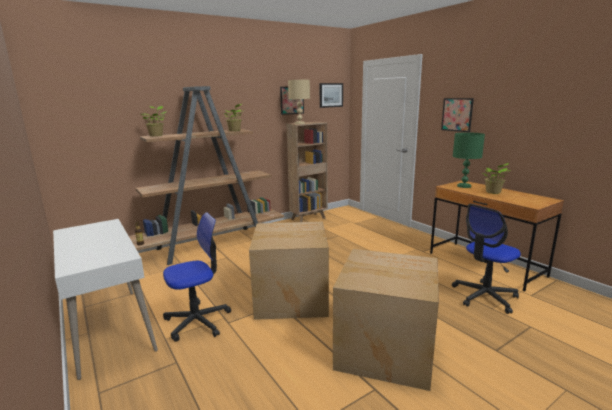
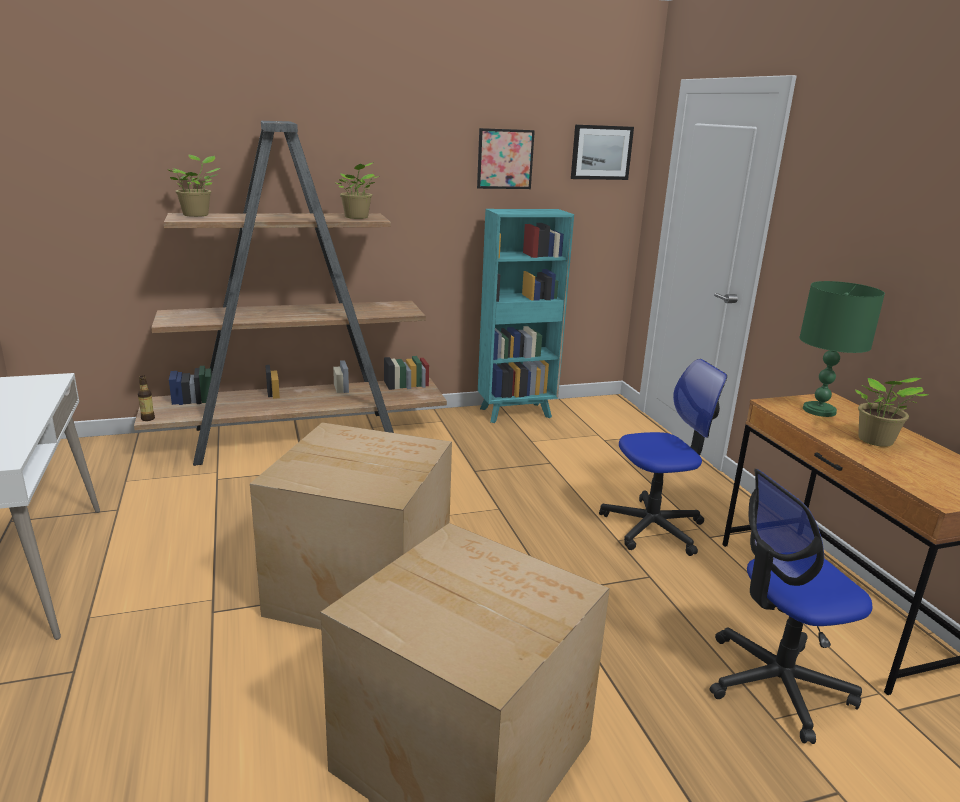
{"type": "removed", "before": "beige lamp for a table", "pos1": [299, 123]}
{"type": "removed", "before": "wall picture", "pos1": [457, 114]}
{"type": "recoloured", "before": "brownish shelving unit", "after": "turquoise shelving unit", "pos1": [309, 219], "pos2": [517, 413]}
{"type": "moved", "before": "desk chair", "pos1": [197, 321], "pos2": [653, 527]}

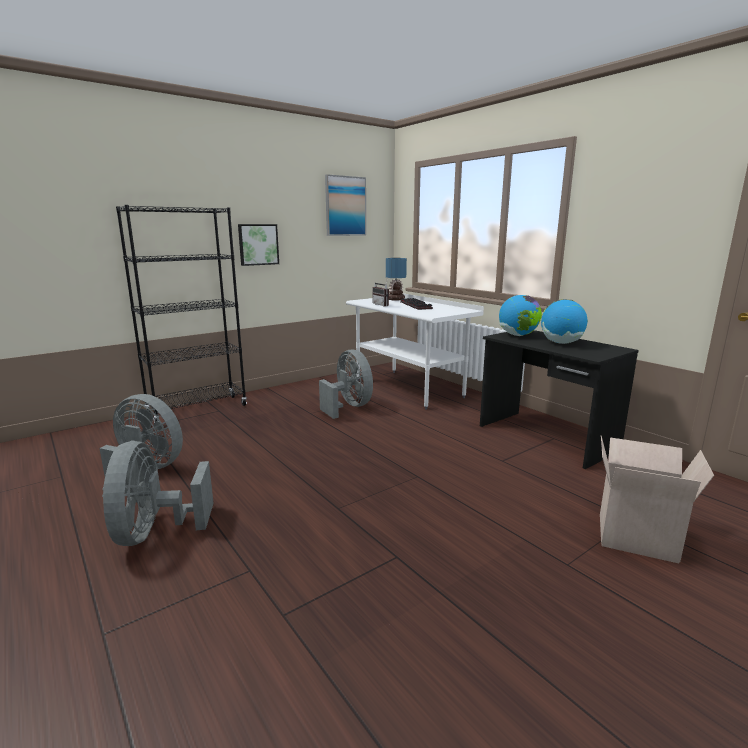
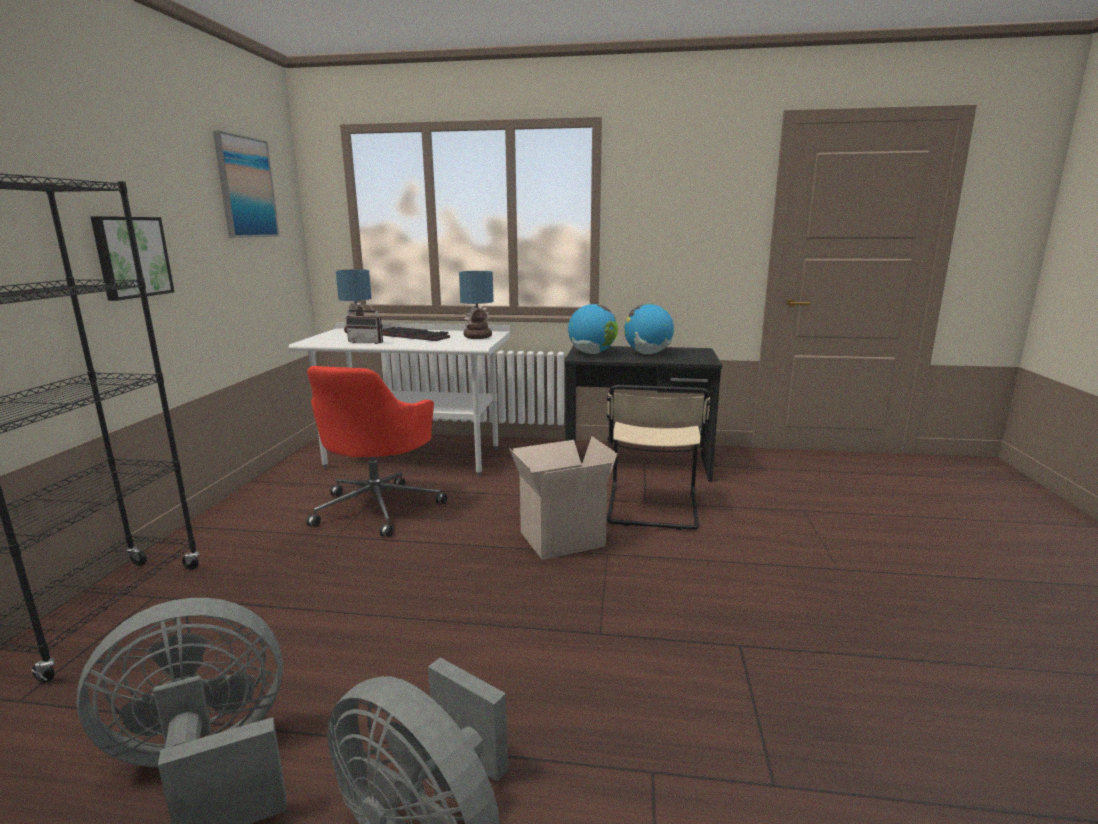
{"type": "replaced", "before": "grey cooling fan", "after": "red desk chair", "pos1": [348, 407], "pos2": [379, 507]}
{"type": "moved", "before": "packing box", "pos1": [637, 536], "pos2": [562, 538]}
{"type": "added", "after": "lamp for a table", "pos2": [478, 337]}
{"type": "added", "after": "beige chair", "pos2": [652, 509]}

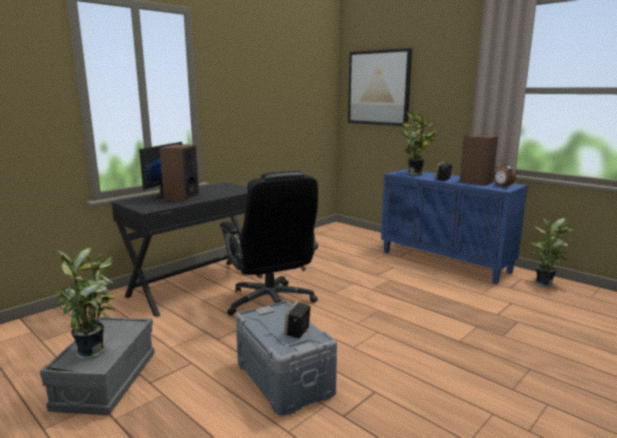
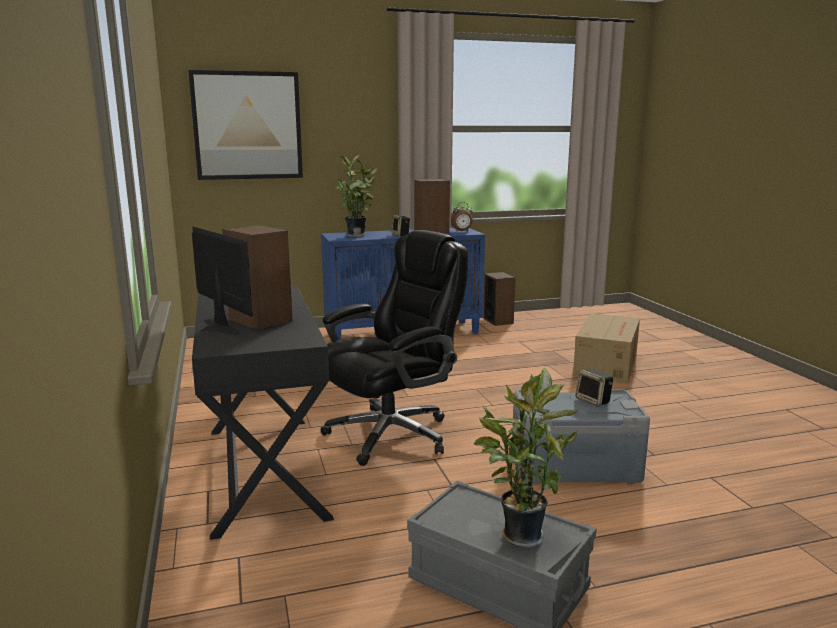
{"type": "turned", "before": "black-coloured desk chair", "pos1": [271, 303], "pos2": [392, 434], "turn": -45}
{"type": "replaced", "before": "plant in a pot", "after": "audio speaker", "pos1": [544, 283], "pos2": [498, 321]}
{"type": "added", "after": "packing box", "pos2": [607, 364]}

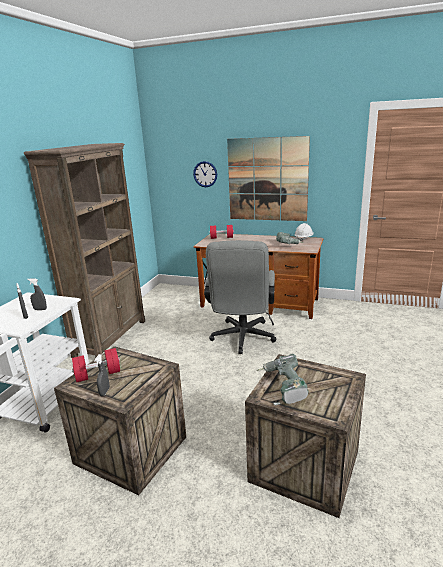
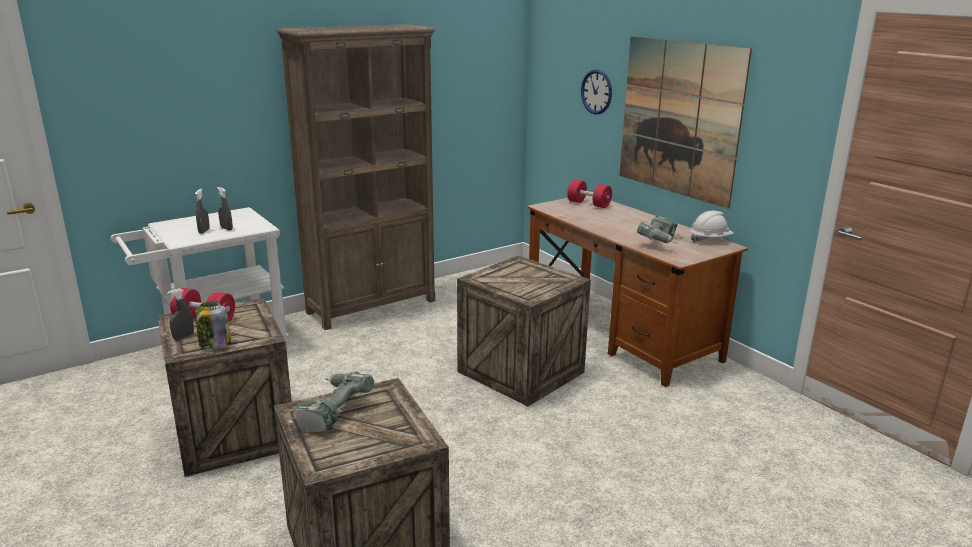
{"type": "replaced", "before": "grey desk chair", "after": "shipping crate", "pos1": [242, 339], "pos2": [519, 372]}
{"type": "added", "after": "preserve jar", "pos2": [214, 344]}

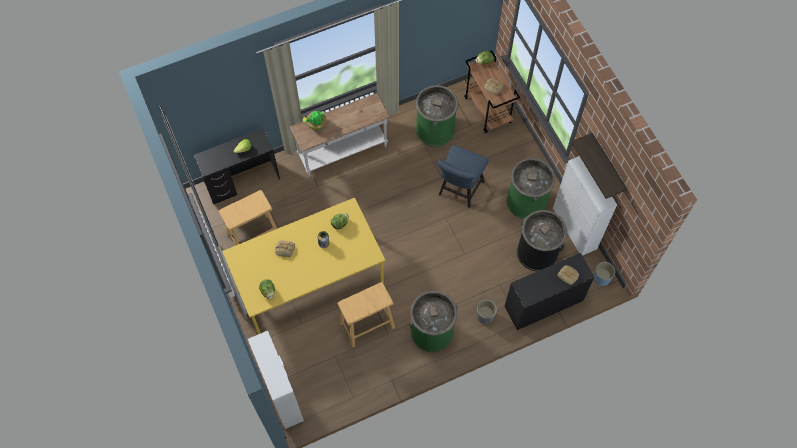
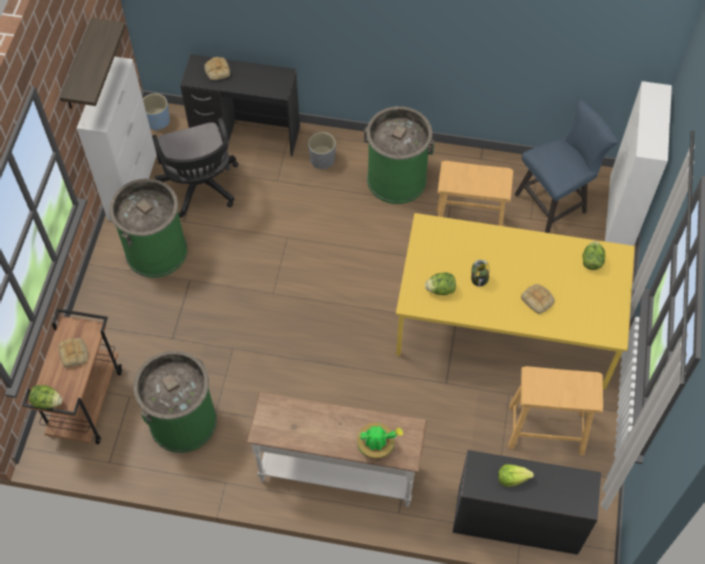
{"type": "moved", "before": "blue-coloured chair", "pos1": [459, 190], "pos2": [555, 202]}
{"type": "replaced", "before": "black-coloured trash can", "after": "black-coloured desk chair", "pos1": [537, 252], "pos2": [201, 188]}

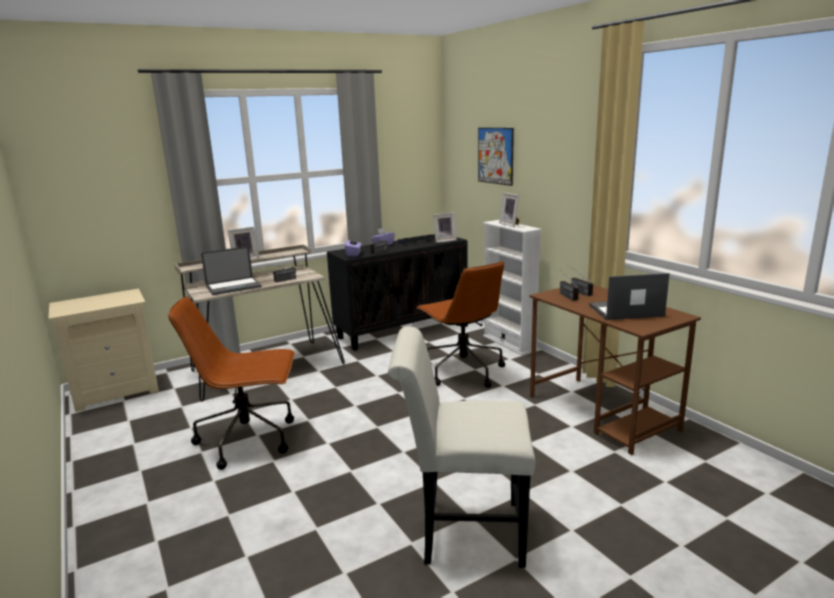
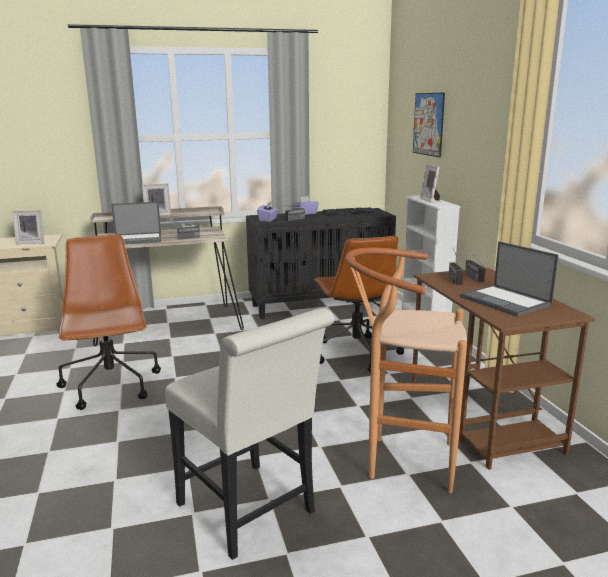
{"type": "moved", "before": "photo frame", "pos1": [444, 240], "pos2": [31, 242]}
{"type": "turned", "before": "laptop", "pos1": [625, 311], "pos2": [506, 301], "turn": -135}
{"type": "turned", "before": "brownish desk chair", "pos1": [249, 439], "pos2": [111, 386], "turn": 60}
{"type": "turned", "before": "white-coloured chair", "pos1": [463, 531], "pos2": [251, 513], "turn": -150}
{"type": "added", "after": "brownish stool seat", "pos2": [401, 461]}

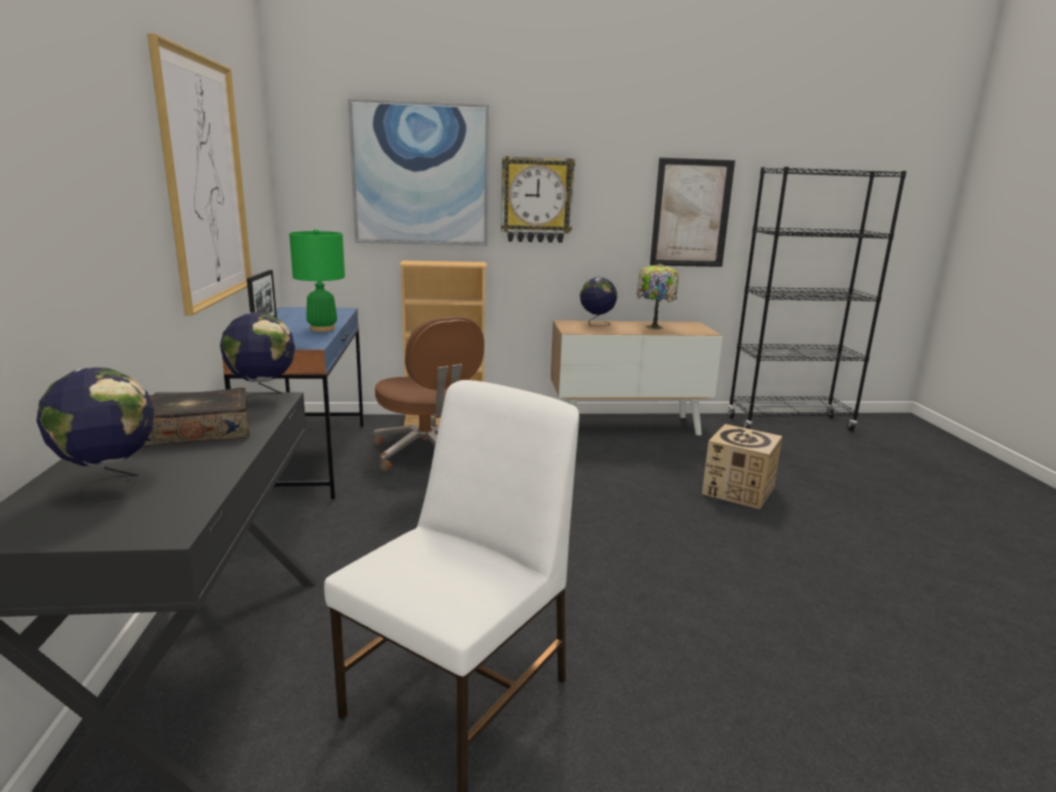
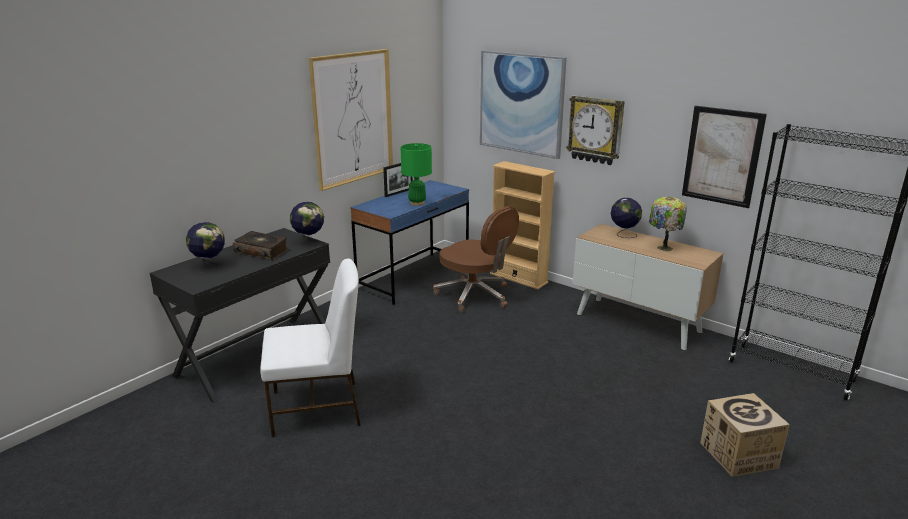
{"type": "turned", "before": "brownish desk chair", "pos1": [427, 453], "pos2": [475, 296], "turn": -60}
{"type": "moved", "before": "packing box", "pos1": [738, 491], "pos2": [738, 455]}

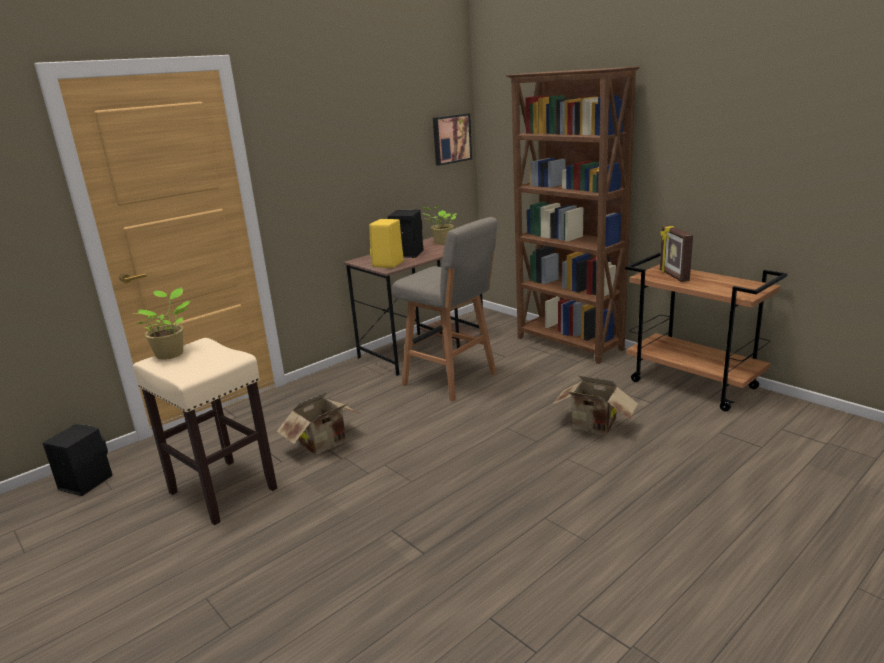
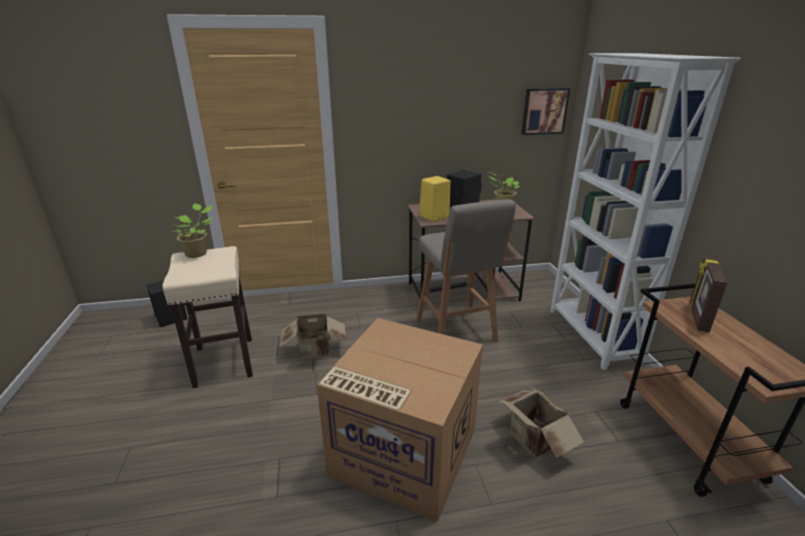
{"type": "recoloured", "before": "brownish shelving unit", "after": "white-coloured shelving unit", "pos1": [569, 344], "pos2": [592, 336]}
{"type": "added", "after": "packing box", "pos2": [402, 453]}

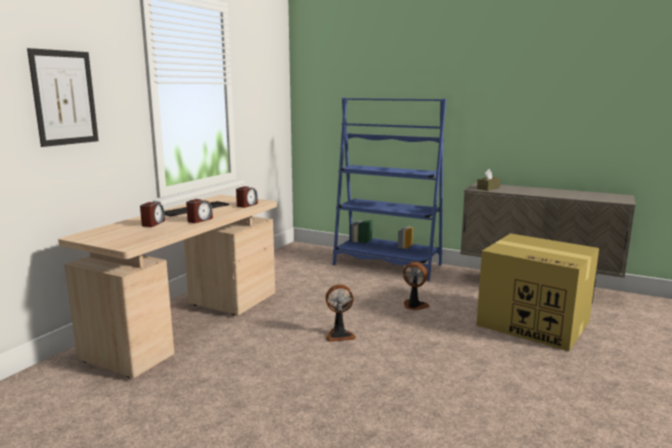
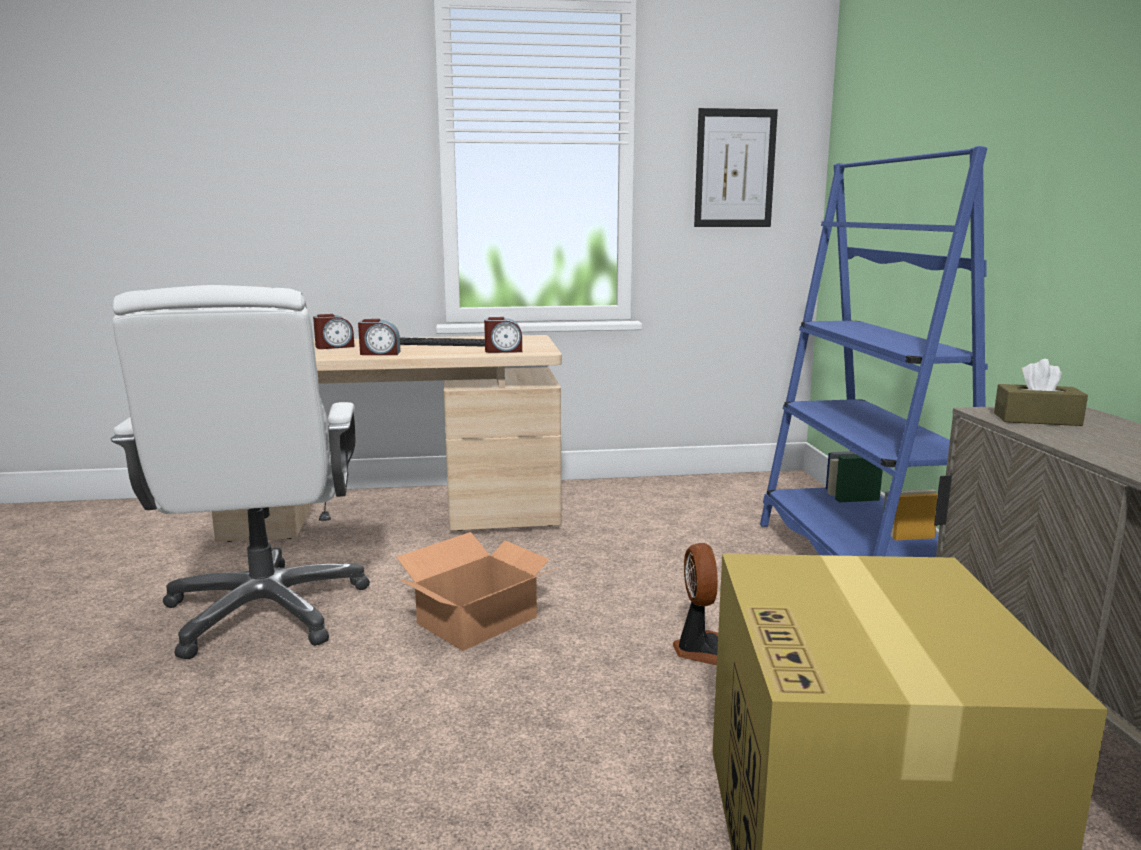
{"type": "moved", "before": "wall picture", "pos1": [64, 98], "pos2": [735, 168]}
{"type": "replaced", "before": "cooling fan", "after": "packing box", "pos1": [339, 335], "pos2": [479, 620]}
{"type": "added", "after": "white-coloured desk chair", "pos2": [265, 611]}

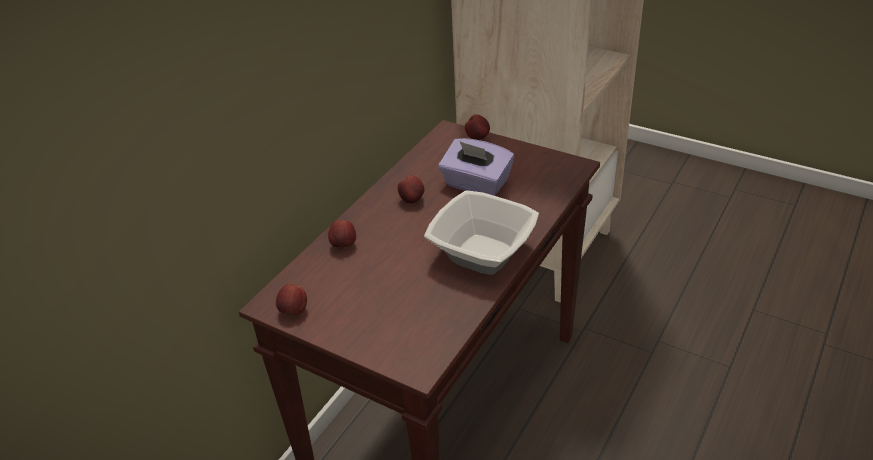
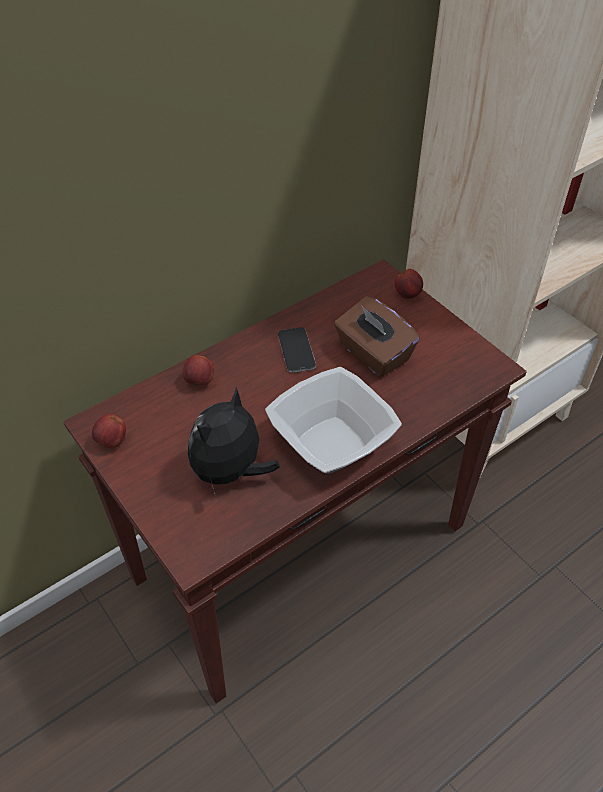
{"type": "recoloured", "before": "purplish tissue box", "after": "brownish tissue box", "pos1": [476, 184], "pos2": [373, 354]}
{"type": "replaced", "before": "whole apple", "after": "phone", "pos1": [412, 200], "pos2": [296, 351]}
{"type": "added", "after": "plush toy", "pos2": [230, 472]}

